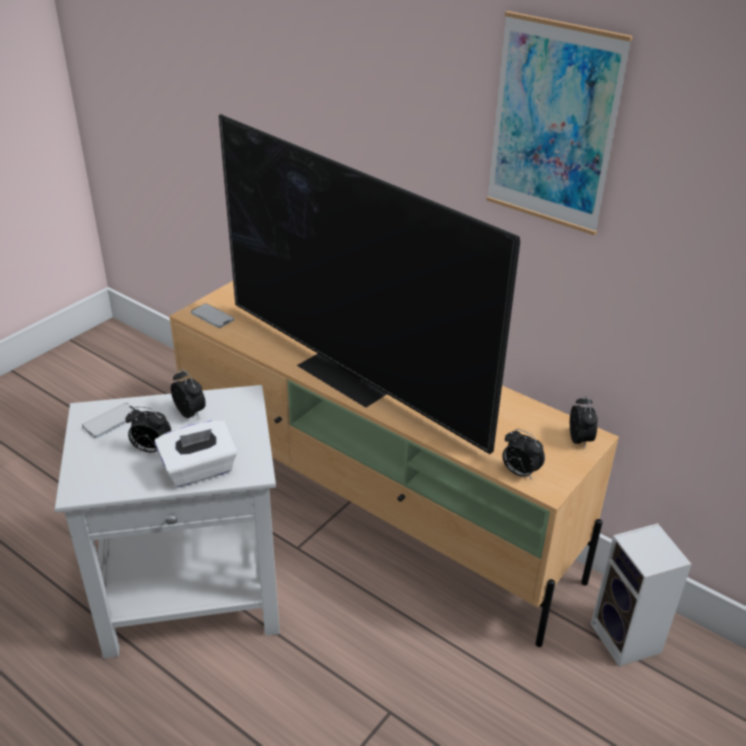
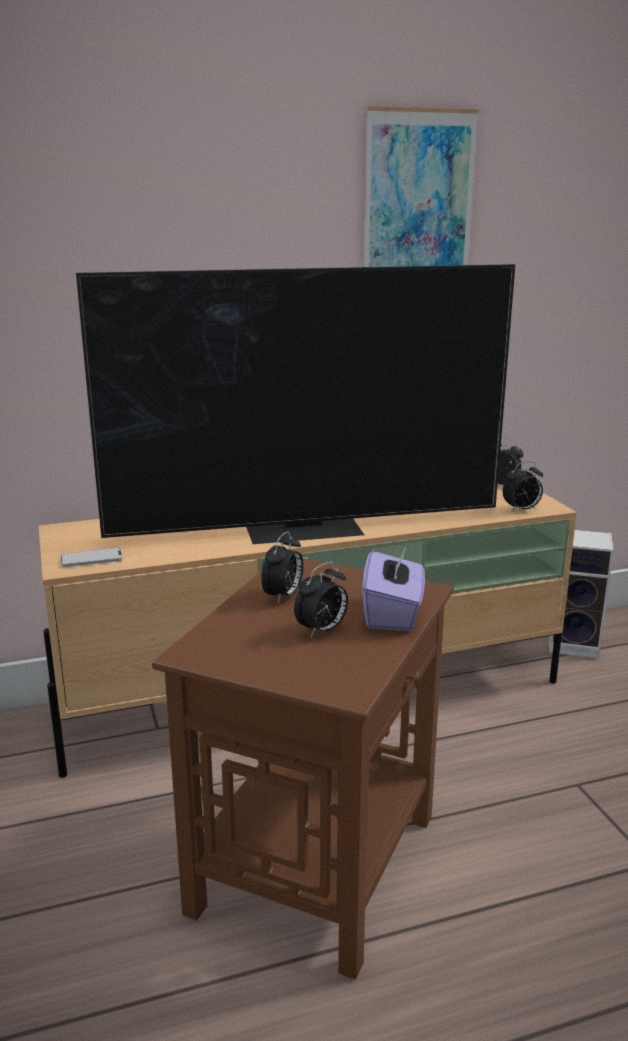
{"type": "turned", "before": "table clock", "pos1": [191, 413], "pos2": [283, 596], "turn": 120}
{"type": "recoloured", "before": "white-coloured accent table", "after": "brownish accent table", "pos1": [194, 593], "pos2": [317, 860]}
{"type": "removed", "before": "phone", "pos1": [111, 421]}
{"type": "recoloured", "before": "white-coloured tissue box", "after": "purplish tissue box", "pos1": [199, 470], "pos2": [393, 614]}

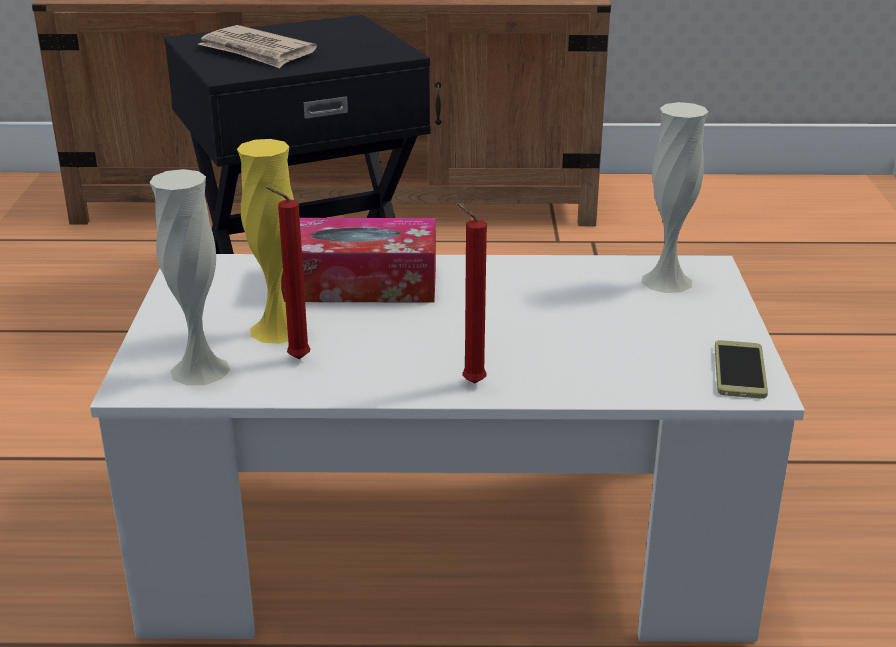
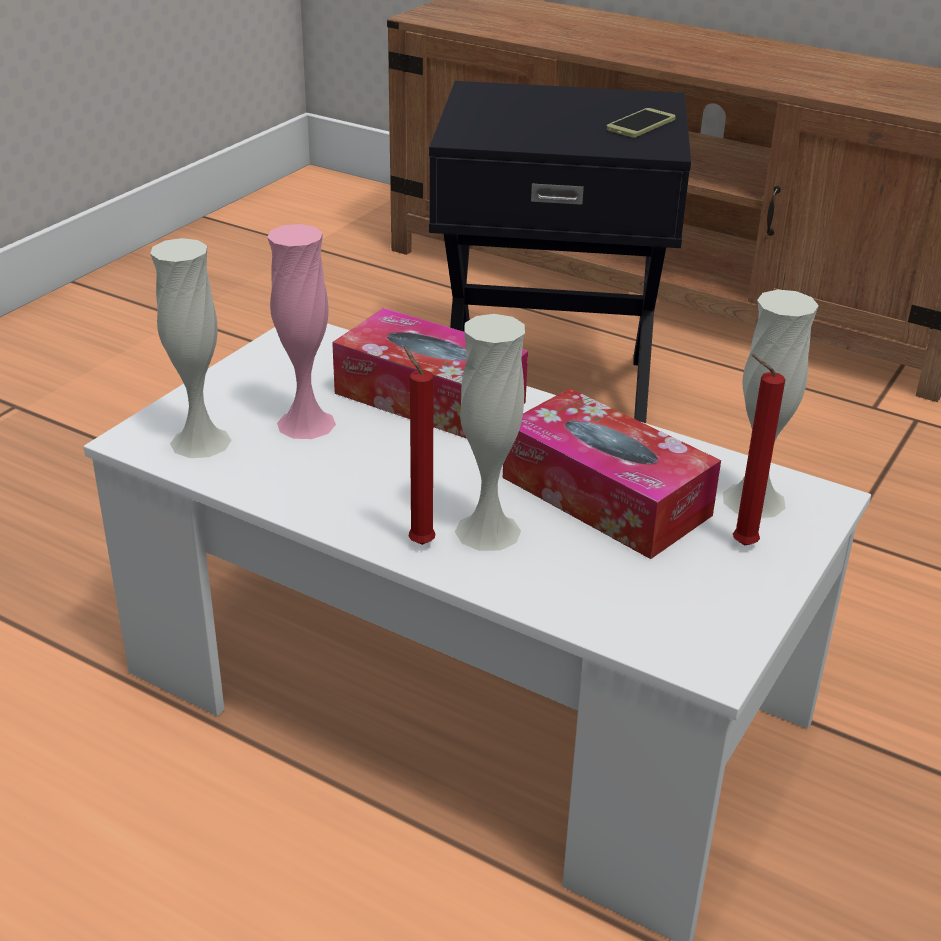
{"type": "removed", "before": "printed paper", "pos1": [257, 52]}
{"type": "recoloured", "before": "yellow decorative vase", "after": "pinkish decorative vase", "pos1": [277, 330], "pos2": [306, 423]}
{"type": "moved", "before": "red wax light", "pos1": [295, 359], "pos2": [740, 544]}
{"type": "moved", "before": "phone", "pos1": [739, 370], "pos2": [641, 124]}
{"type": "added", "after": "white-coloured decorative vase", "pos2": [487, 531]}
{"type": "added", "after": "tissue box", "pos2": [605, 496]}

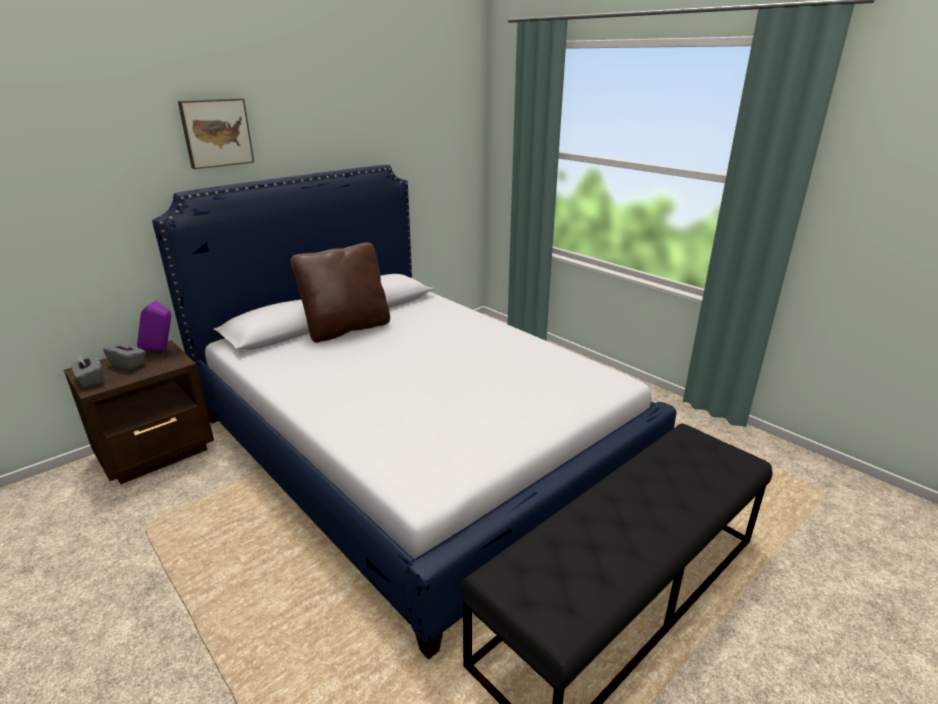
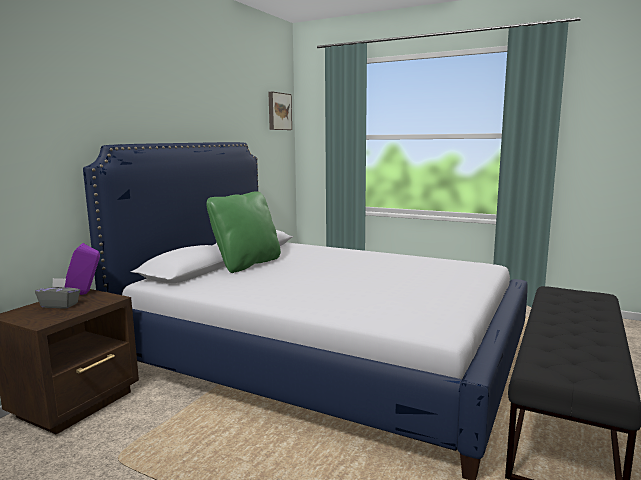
{"type": "moved", "before": "wall picture", "pos1": [216, 133], "pos2": [278, 111]}
{"type": "recoloured", "before": "brownish pillow", "after": "green-coloured pillow", "pos1": [346, 328], "pos2": [247, 264]}
{"type": "removed", "before": "grey tissue box", "pos1": [90, 380]}

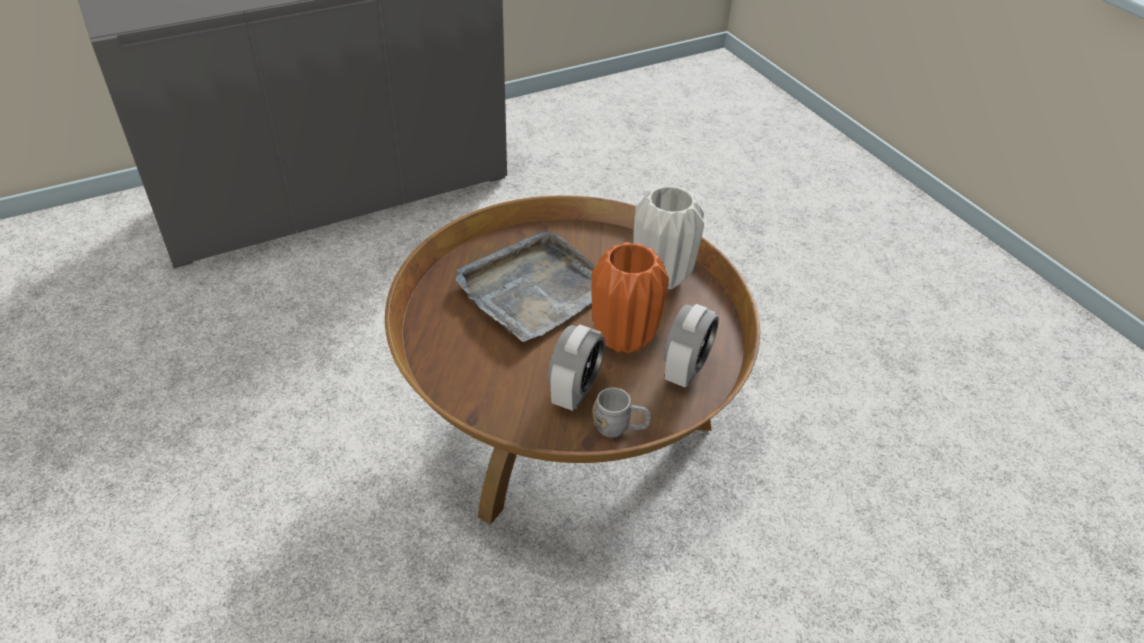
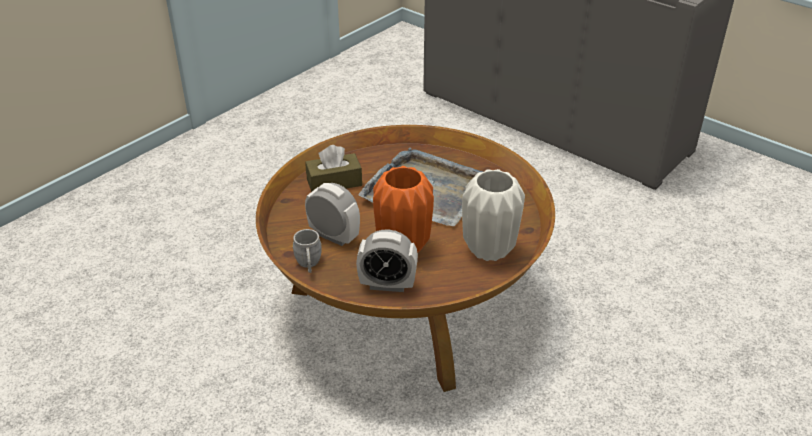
{"type": "turned", "before": "table clock", "pos1": [575, 391], "pos2": [334, 236], "turn": -150}
{"type": "added", "after": "brownish tissue box", "pos2": [334, 182]}

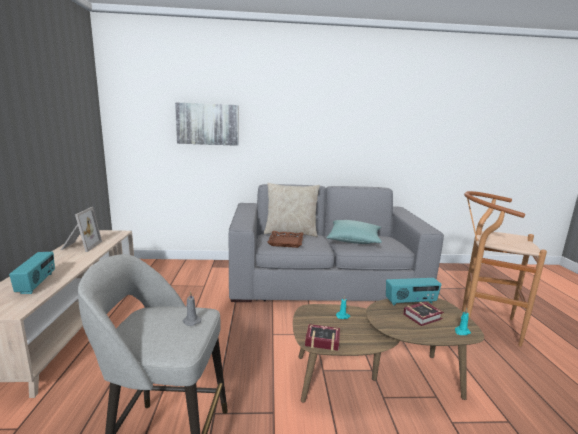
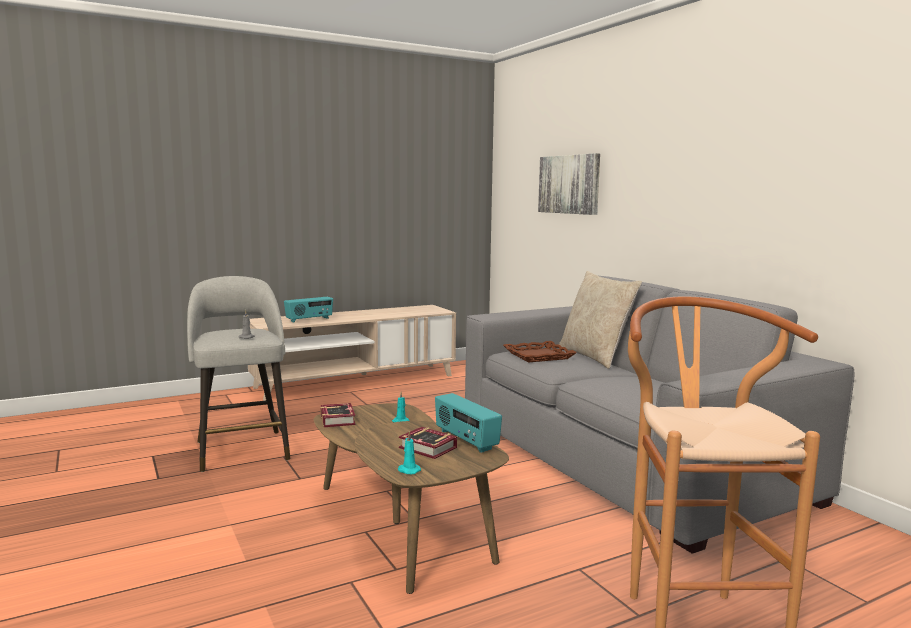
{"type": "removed", "before": "photo frame", "pos1": [80, 246]}
{"type": "removed", "before": "turquoise pillow", "pos1": [354, 240]}

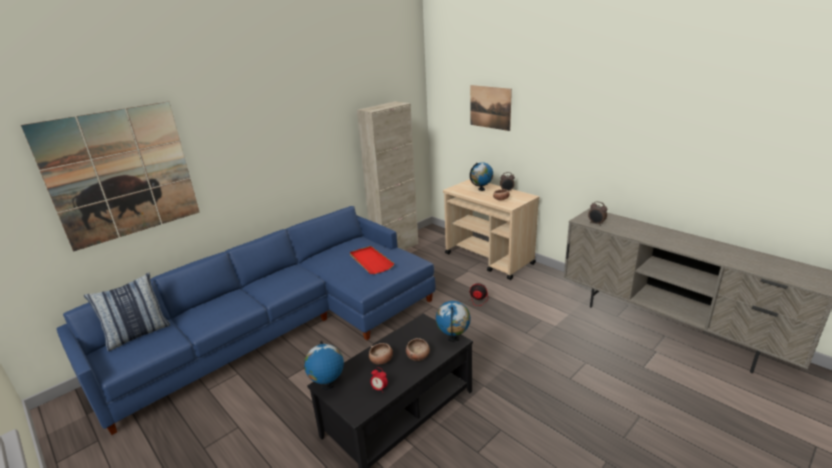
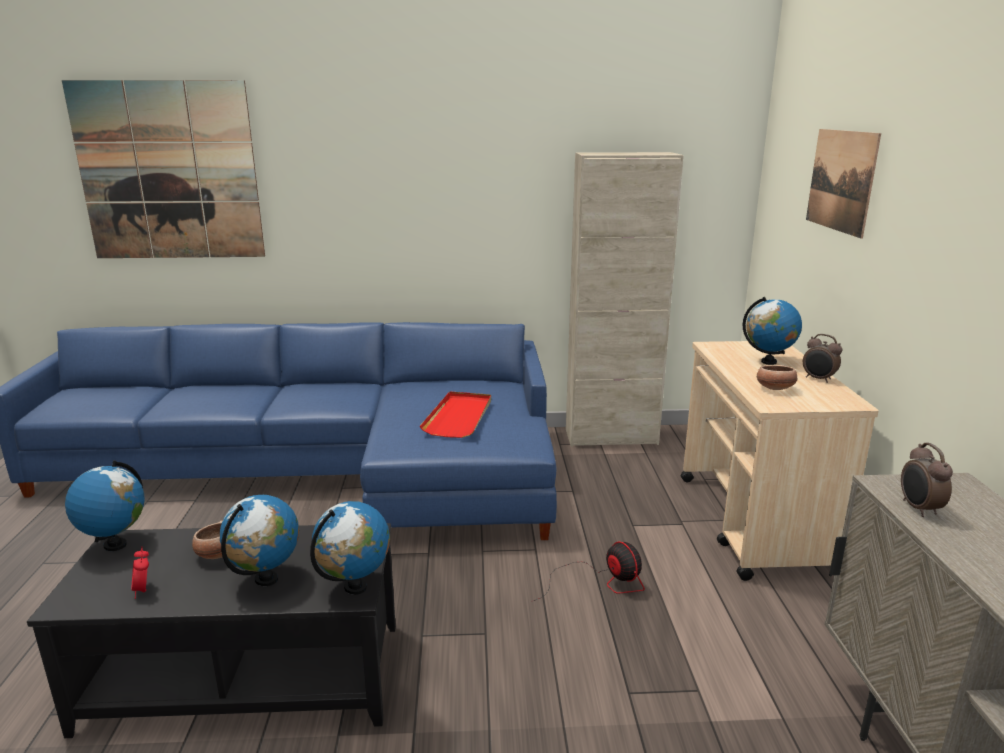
{"type": "removed", "before": "pillow", "pos1": [138, 334]}
{"type": "replaced", "before": "bowl", "after": "globe", "pos1": [418, 356], "pos2": [266, 579]}

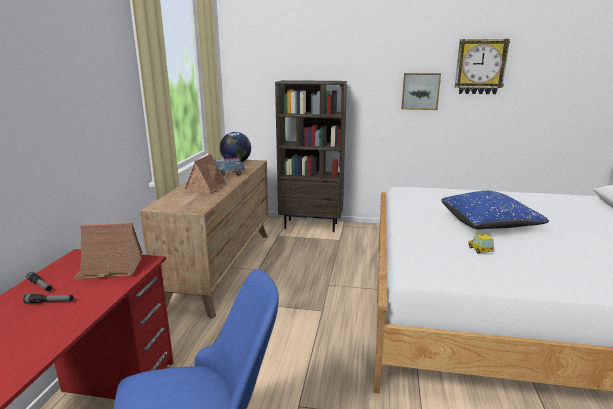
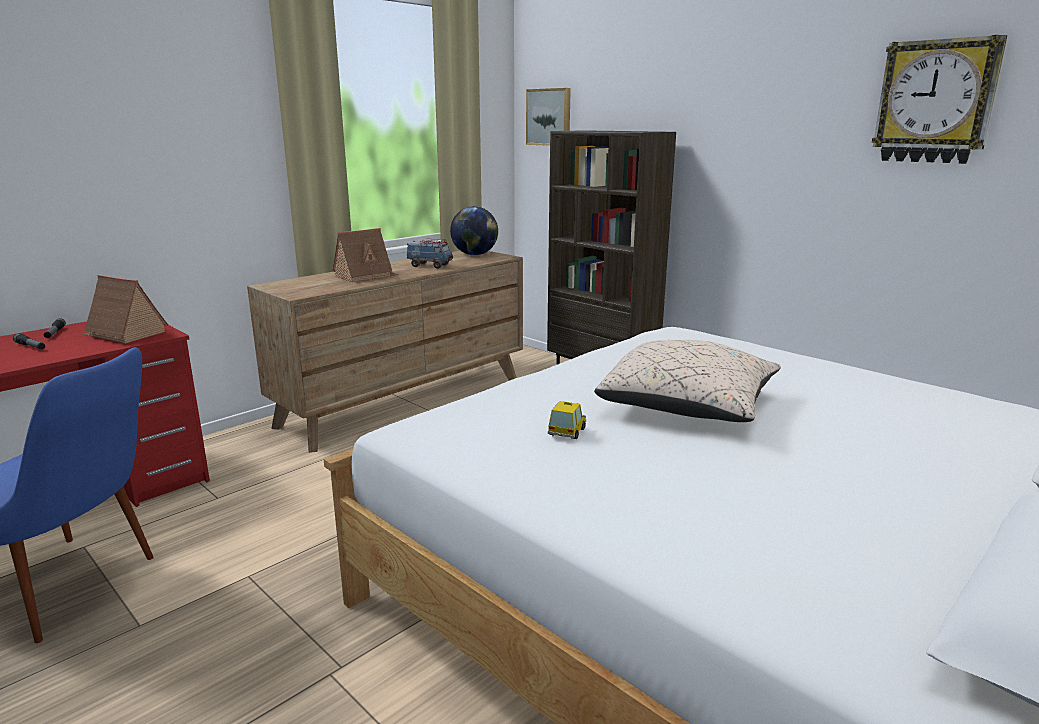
{"type": "moved", "before": "wall picture", "pos1": [420, 91], "pos2": [549, 117]}
{"type": "recoloured", "before": "blue-coloured pillow", "after": "beige pillow", "pos1": [489, 224], "pos2": [688, 407]}

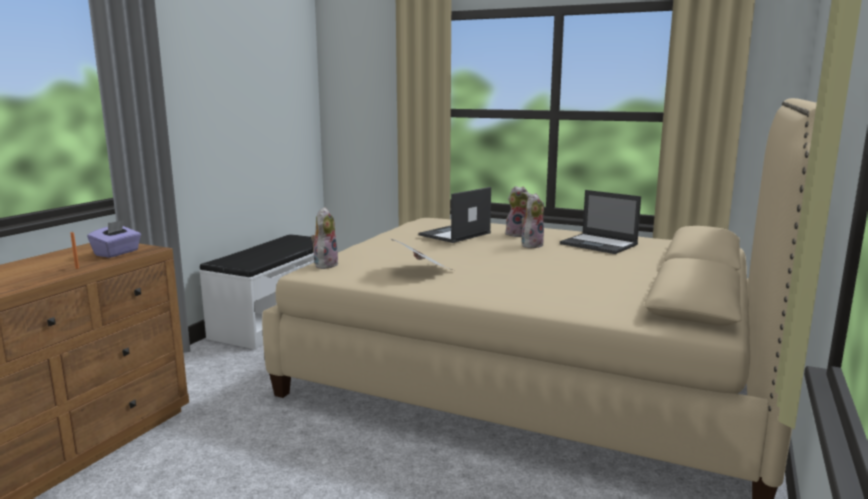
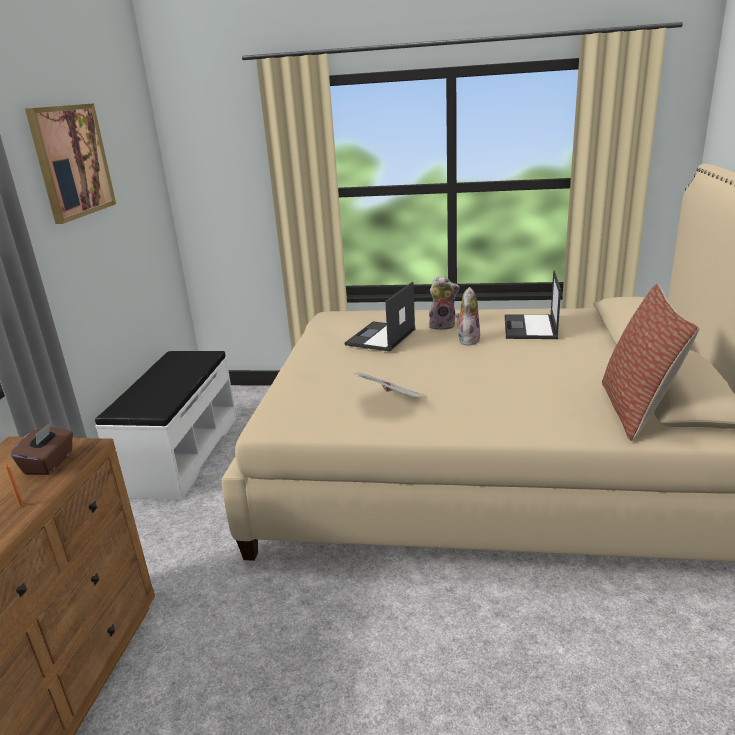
{"type": "turned", "before": "laptop", "pos1": [599, 244], "pos2": [530, 328], "turn": 75}
{"type": "removed", "before": "plush toy", "pos1": [325, 264]}
{"type": "recoloured", "before": "purplish tissue box", "after": "brownish tissue box", "pos1": [117, 253], "pos2": [49, 463]}
{"type": "added", "after": "wall picture", "pos2": [71, 161]}
{"type": "added", "after": "pillow", "pos2": [637, 410]}

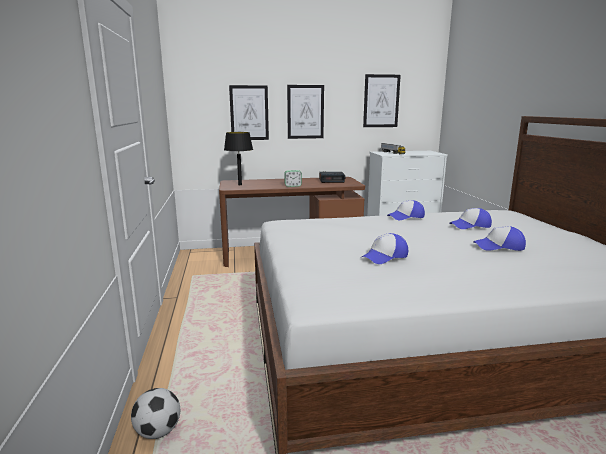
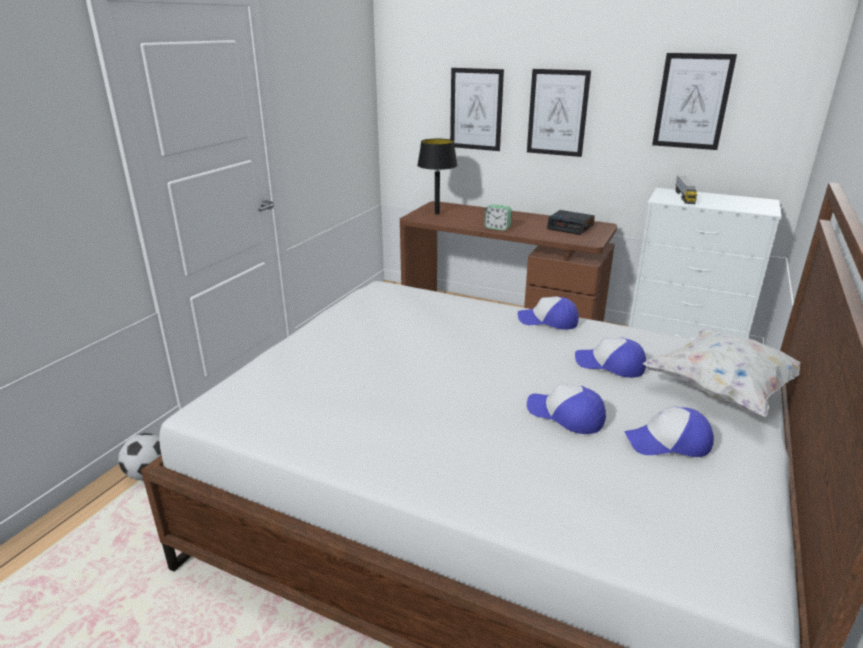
{"type": "moved", "before": "cap", "pos1": [385, 257], "pos2": [668, 442]}
{"type": "added", "after": "white-coloured pillow", "pos2": [723, 391]}

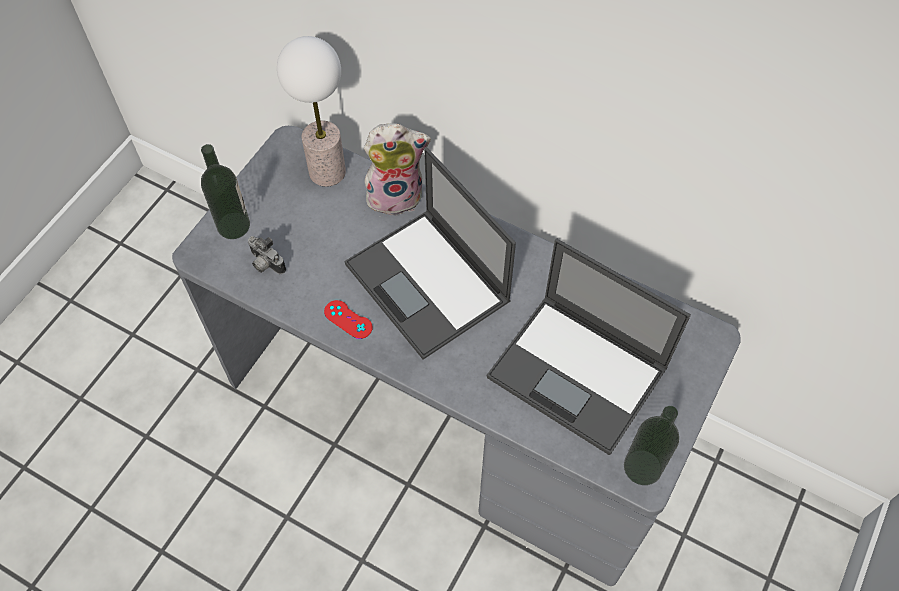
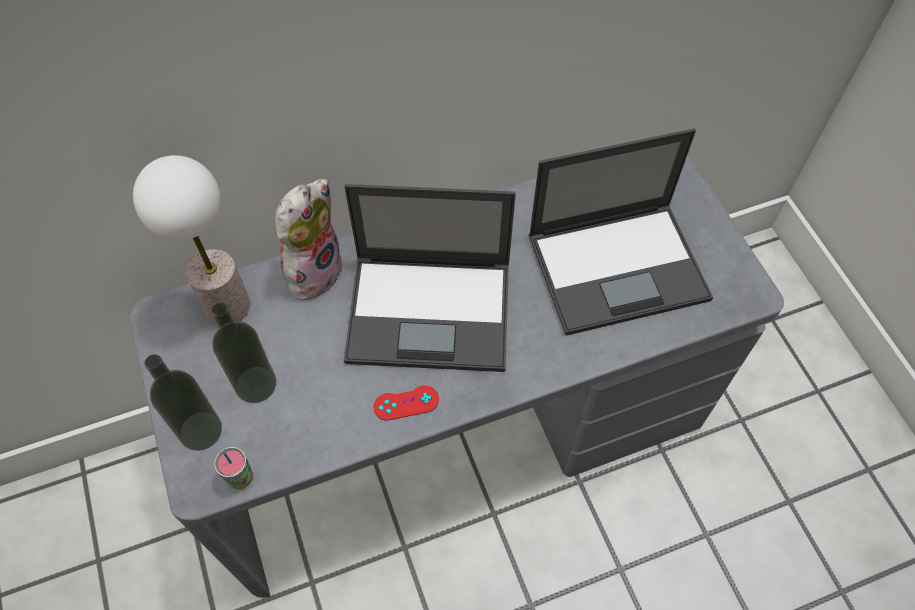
{"type": "removed", "before": "still camera", "pos1": [265, 264]}
{"type": "moved", "before": "beverage bottle", "pos1": [642, 467], "pos2": [255, 384]}
{"type": "added", "after": "cup", "pos2": [241, 478]}

